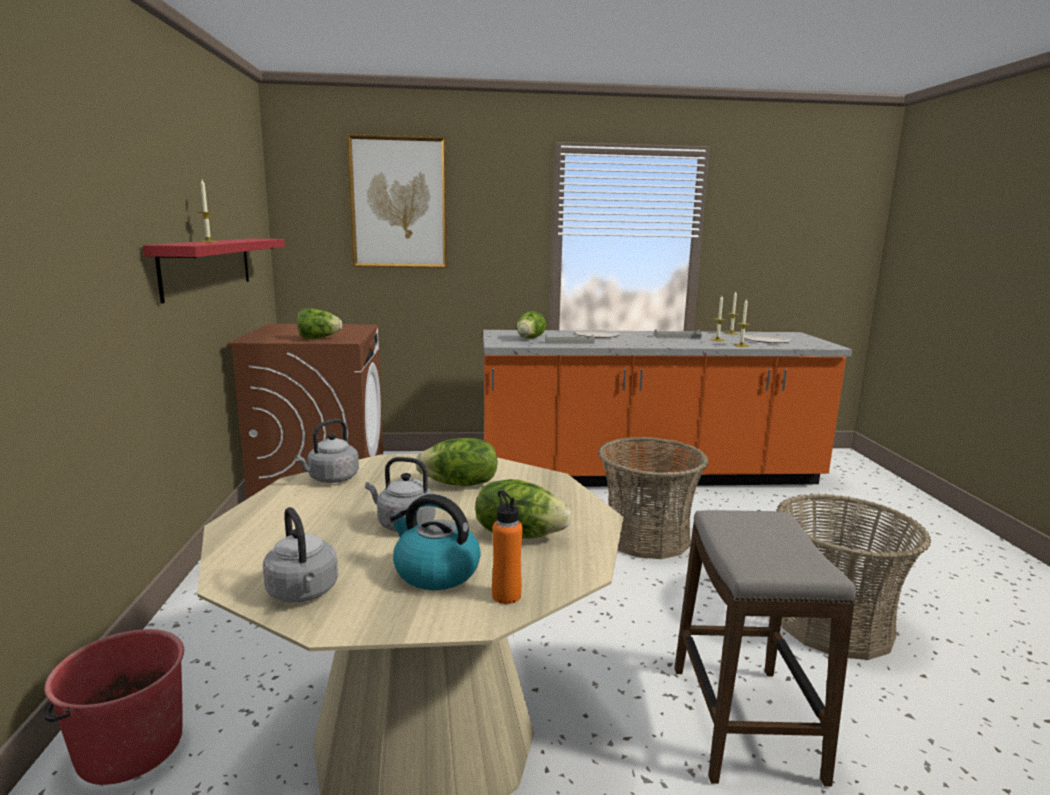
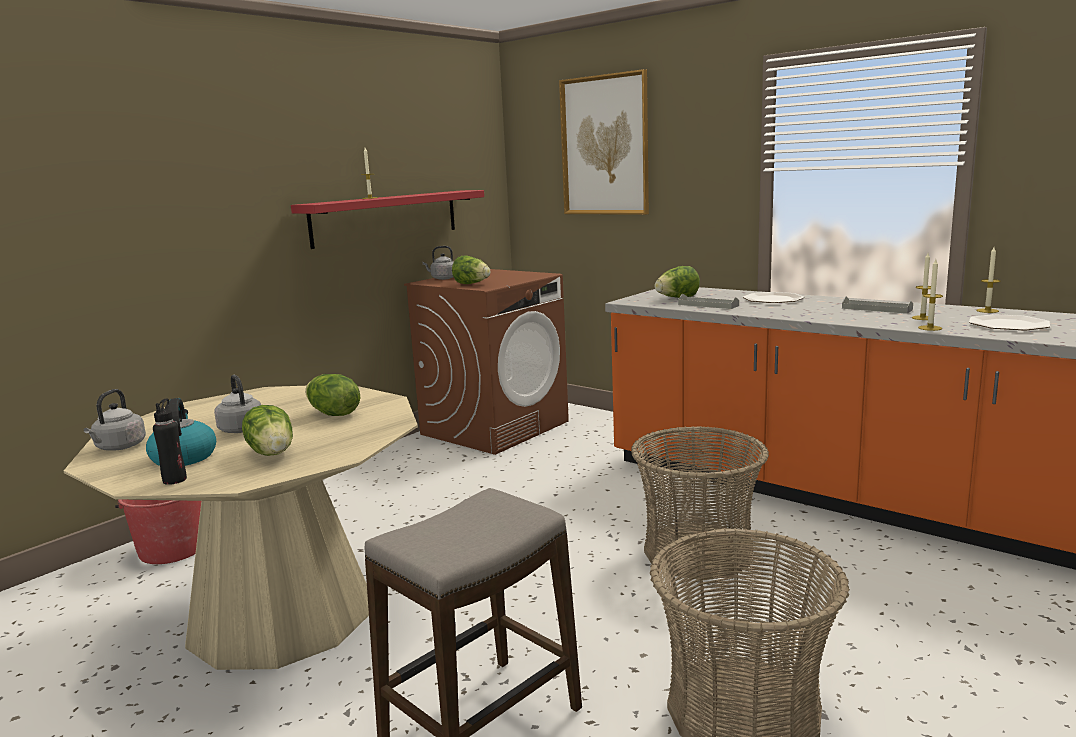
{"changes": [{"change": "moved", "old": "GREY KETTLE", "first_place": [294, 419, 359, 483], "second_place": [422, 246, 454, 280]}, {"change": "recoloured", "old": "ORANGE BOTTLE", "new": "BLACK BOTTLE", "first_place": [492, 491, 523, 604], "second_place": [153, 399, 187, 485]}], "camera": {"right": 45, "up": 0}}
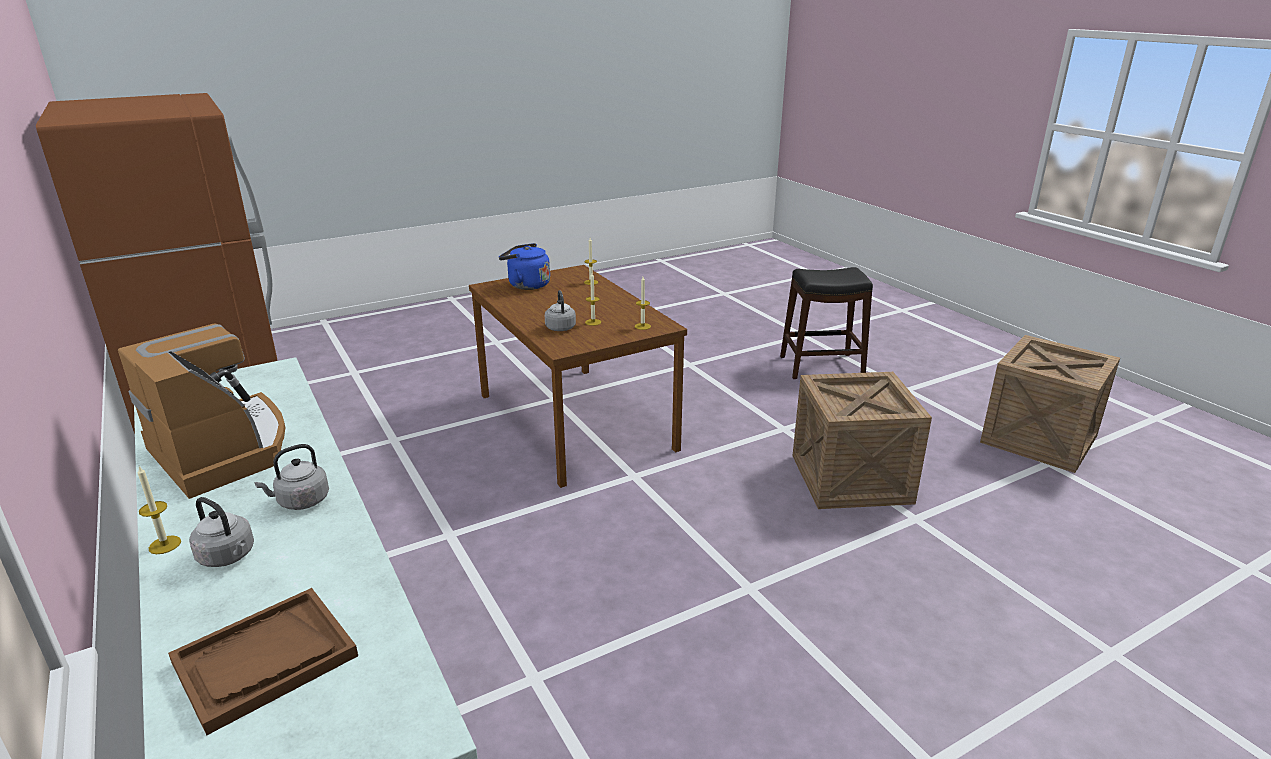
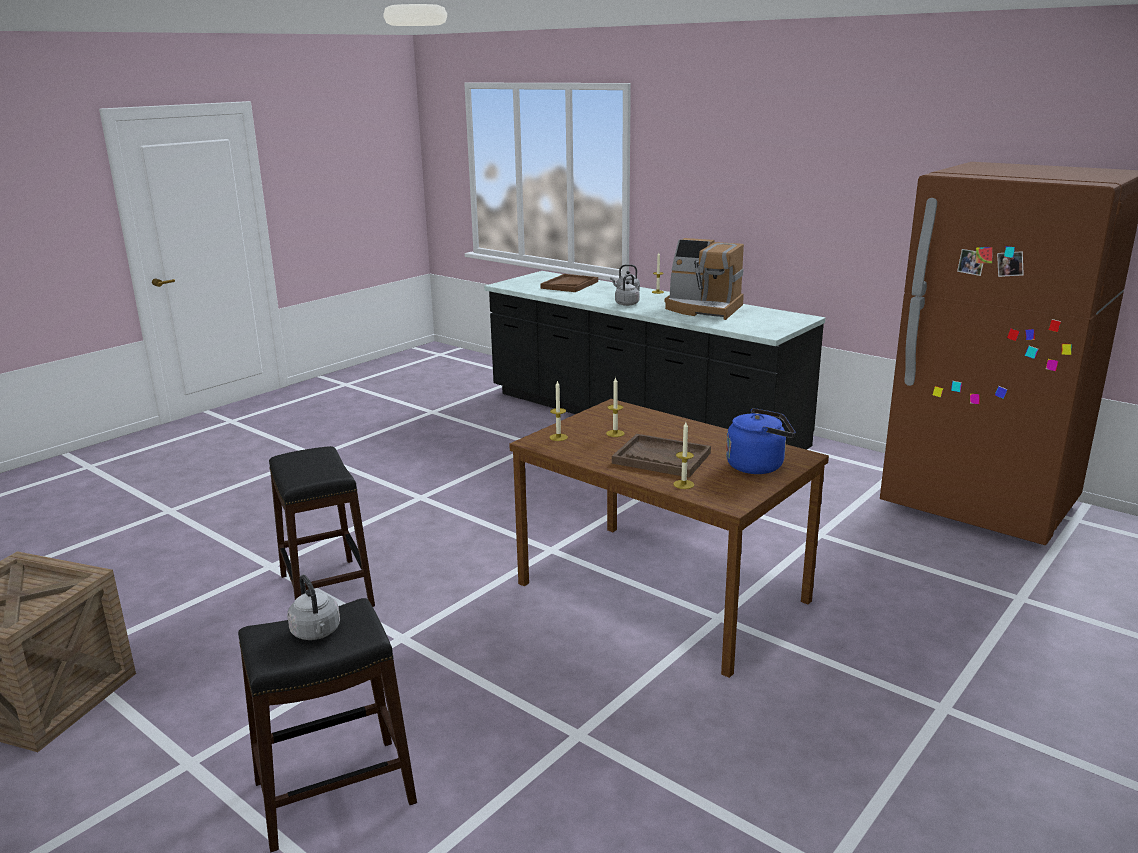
{"changes": [{"change": "moved", "old": "GREY KETTLE", "first_place": [545, 290, 576, 331], "second_place": [287, 575, 340, 640]}, {"change": "replaced", "old": "CRATE", "new": "BLACK STOOL", "first_place": [792, 372, 932, 509], "second_place": [269, 446, 375, 607]}, {"change": "added", "new": "BROWN TRAY", "second_place": [612, 434, 711, 478]}], "camera": {"right": 160, "up": -5}}
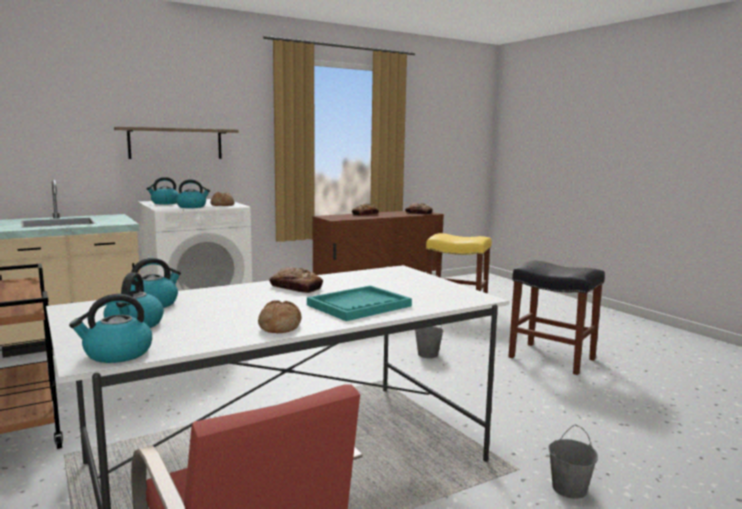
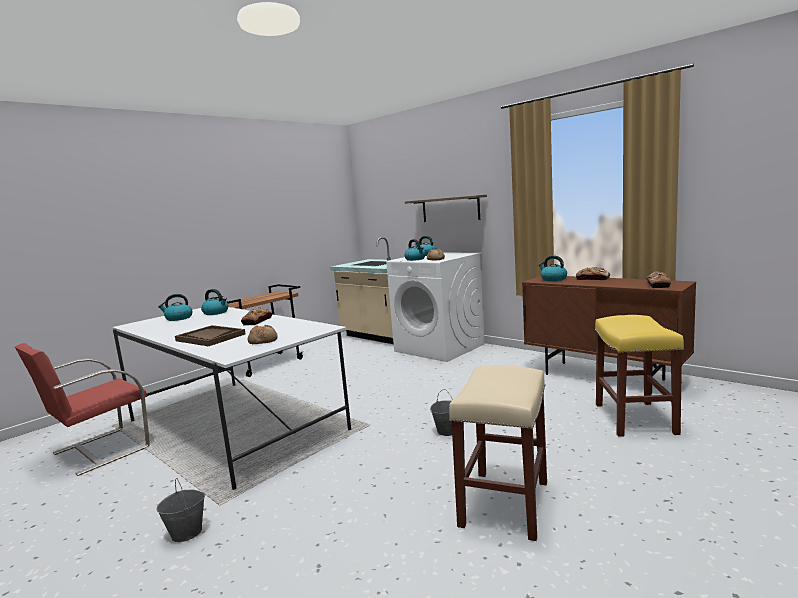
{"changes": [{"change": "moved", "old": "KETTLE", "first_place": [69, 294, 152, 363], "second_place": [539, 256, 567, 281]}, {"change": "moved", "old": "BREAD", "first_place": [258, 300, 301, 333], "second_place": [248, 325, 278, 344]}, {"change": "recoloured", "old": "TURQUOISE TRAY", "new": "BROWN TRAY", "first_place": [307, 285, 412, 321], "second_place": [175, 325, 246, 346]}, {"change": "recoloured", "old": "BLACK STOOL", "new": "BEIGE STOOL", "first_place": [508, 260, 605, 375], "second_place": [449, 365, 547, 541]}], "camera": {"right": 75, "up": 0}}
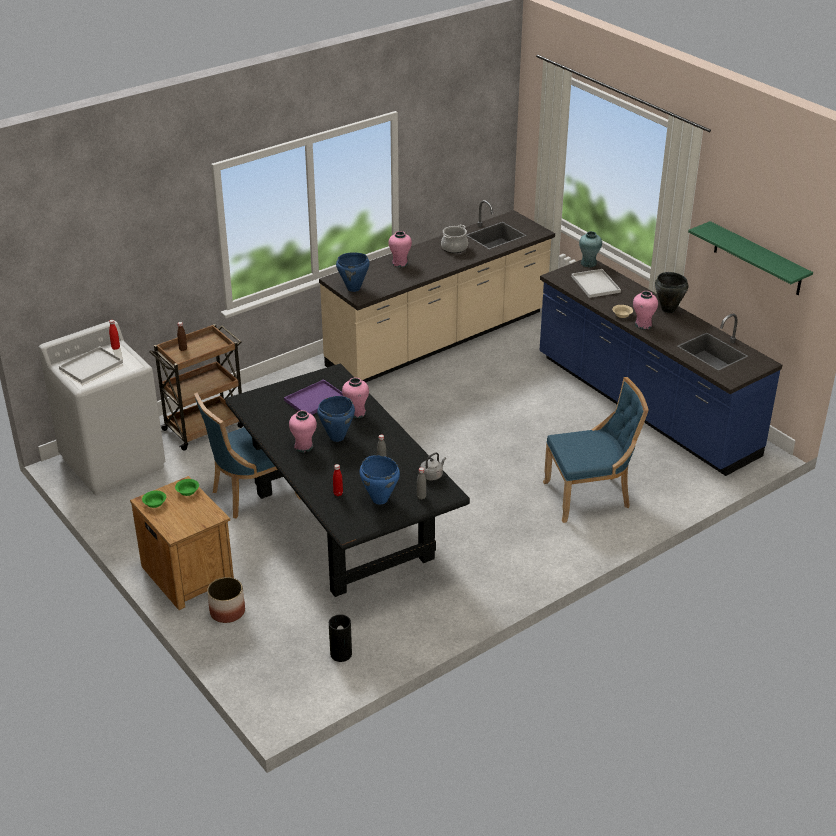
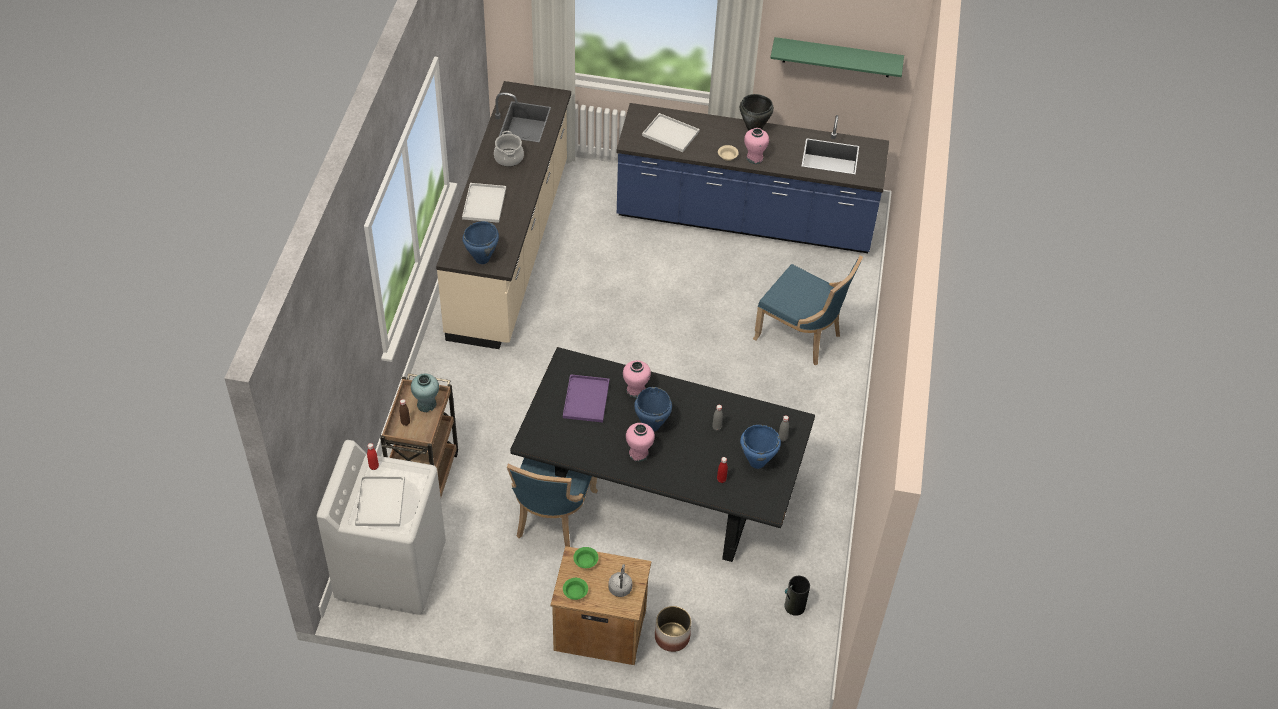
{"changes": [{"change": "replaced", "old": "PINK VASE", "new": "WHITE TRAY", "first_place": [389, 231, 412, 267], "second_place": [462, 183, 506, 223]}, {"change": "moved", "old": "GREY KETTLE", "first_place": [420, 452, 446, 481], "second_place": [608, 564, 632, 597]}, {"change": "turned", "old": "BLUE CHAIR", "first_place": [543, 377, 649, 523], "second_place": [753, 255, 863, 365], "degrees": 90}, {"change": "moved", "old": "TURQUOISE VASE", "first_place": [579, 231, 602, 267], "second_place": [411, 374, 439, 412]}], "camera": {"right": -45, "up": 15}}
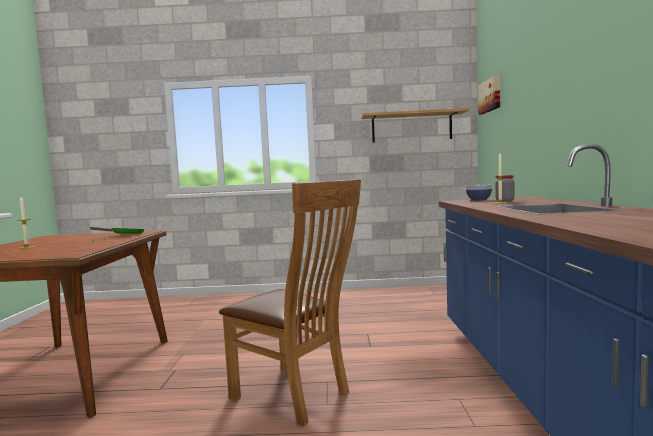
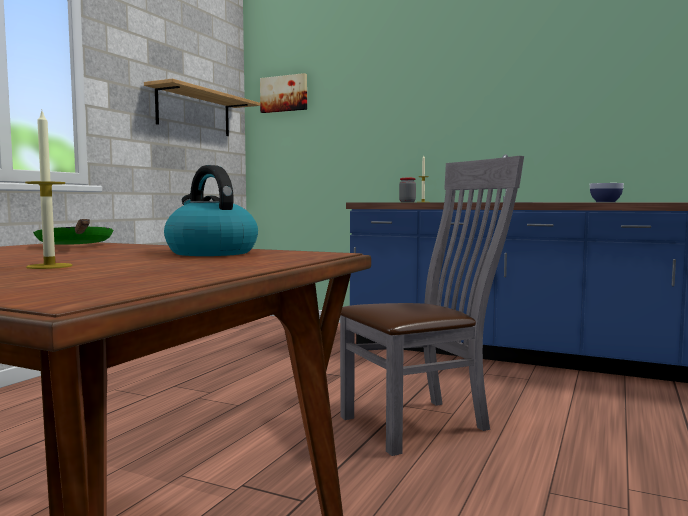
{"changes": [{"change": "recoloured", "old": "BROWN CHAIR", "new": "GREY CHAIR", "first_place": [219, 179, 361, 426], "second_place": [340, 156, 524, 456]}, {"change": "moved", "old": "BOWL", "first_place": [466, 184, 492, 201], "second_place": [590, 183, 624, 202]}, {"change": "added", "new": "KETTLE", "second_place": [164, 165, 258, 256]}], "camera": {"right": -65, "up": 0}}
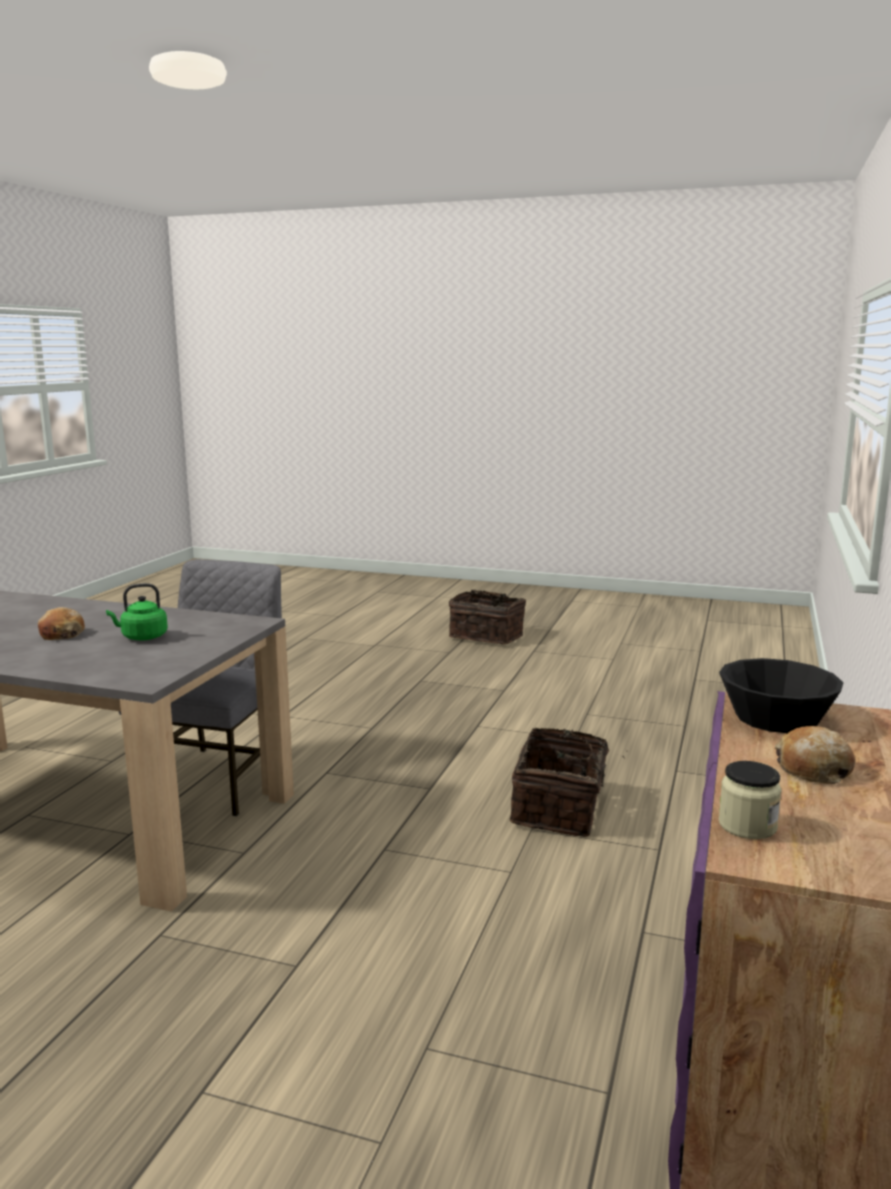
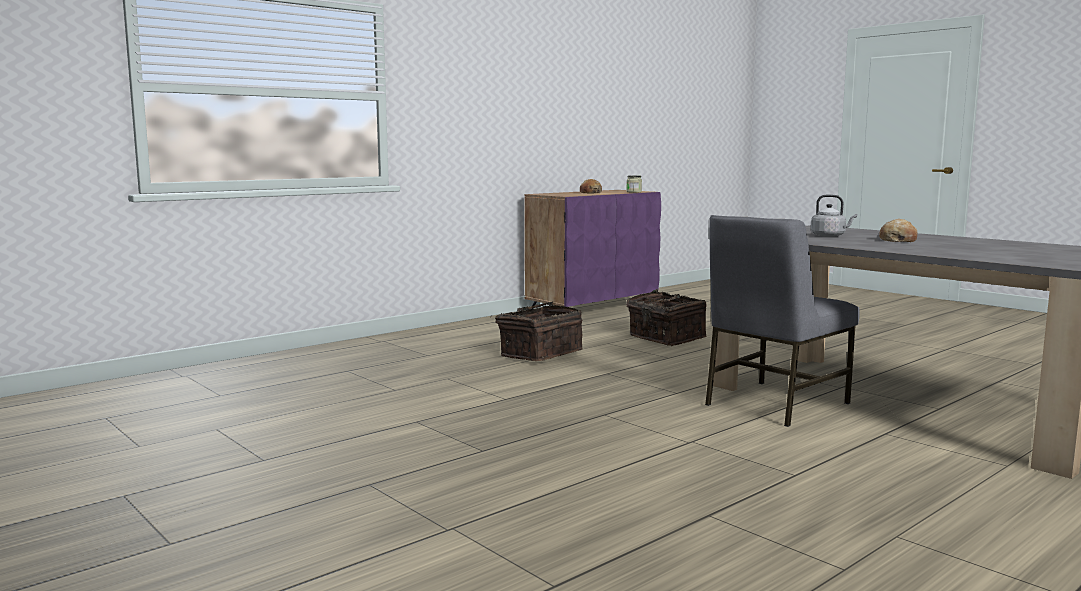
{"changes": [{"change": "recoloured", "old": "GREEN KETTLE", "new": "GREY KETTLE", "first_place": [106, 583, 168, 641], "second_place": [811, 194, 857, 237]}, {"change": "moved", "old": "BASKET", "first_place": [448, 590, 526, 644], "second_place": [626, 289, 707, 346]}, {"change": "removed", "old": "BLACK BOWL", "first_place": [719, 658, 843, 733]}], "camera": {"right": -150, "up": -5}}
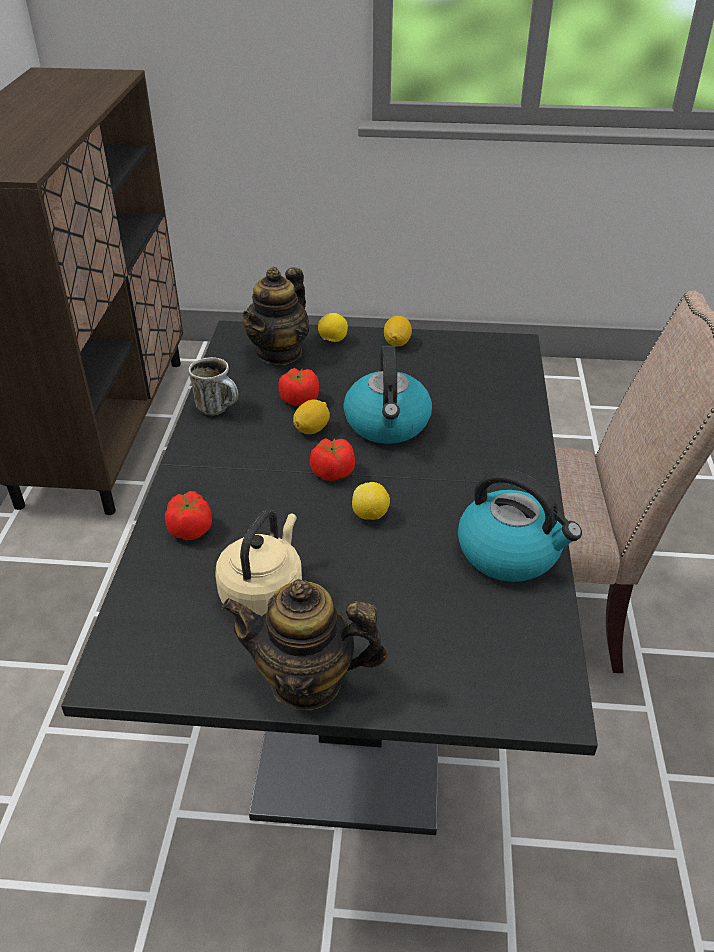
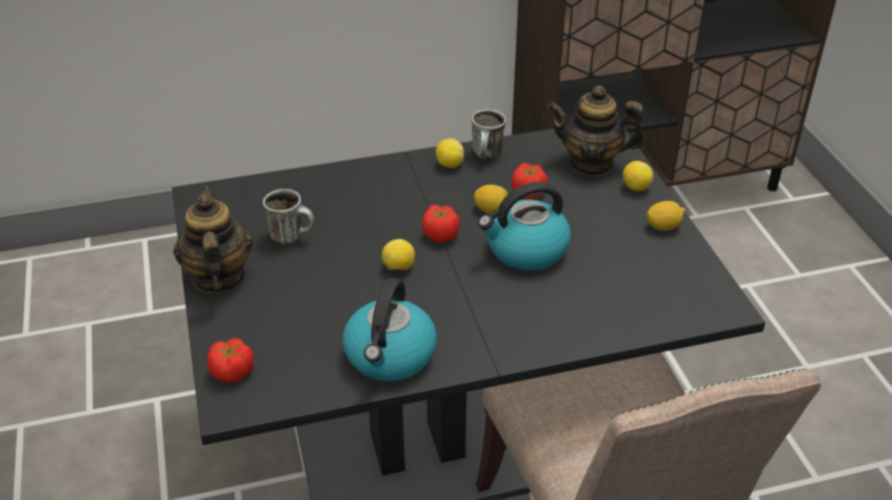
{"changes": [{"change": "moved", "old": "TOMATO", "first_place": [165, 491, 212, 540], "second_place": [207, 338, 254, 383]}, {"change": "replaced", "old": "BEIGE KETTLE", "new": "MUG", "first_place": [215, 509, 302, 616], "second_place": [263, 189, 314, 245]}, {"change": "added", "new": "LEMON", "second_place": [436, 138, 464, 168]}], "camera": {"right": 70, "up": 0}}
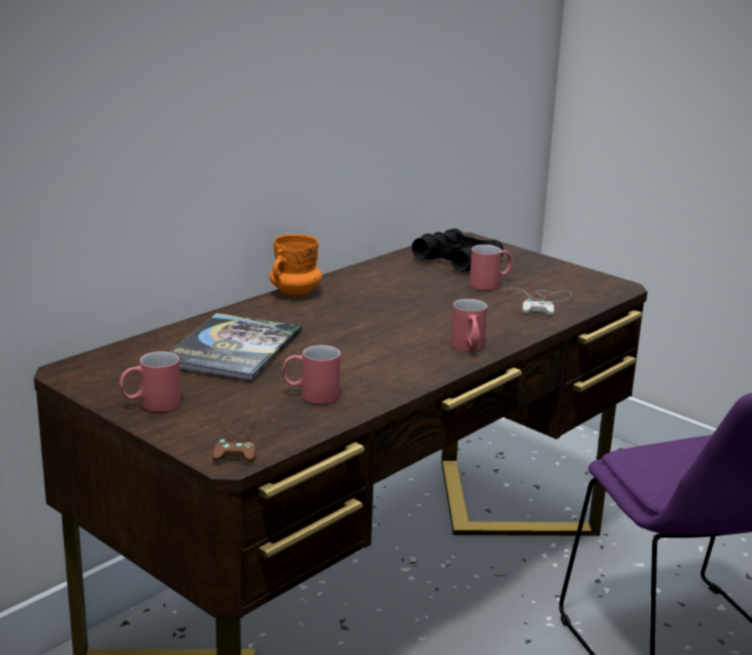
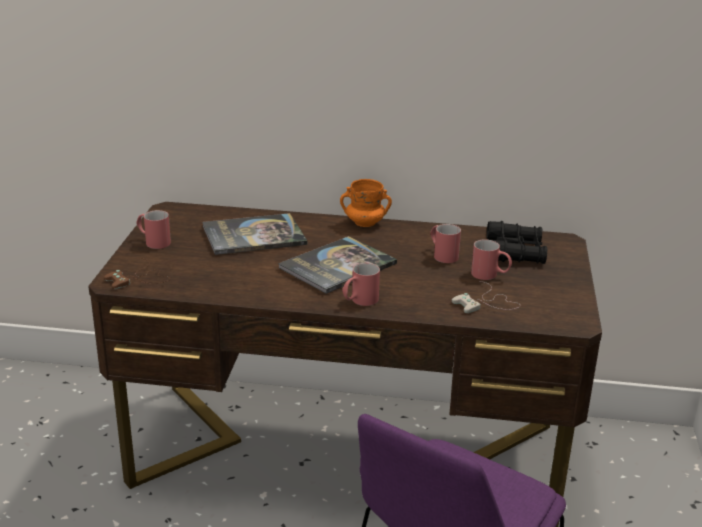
{"changes": [{"change": "moved", "old": "RED MUG", "first_place": [282, 345, 341, 404], "second_place": [430, 224, 461, 263]}, {"change": "added", "new": "BOOK", "second_place": [278, 236, 397, 294]}], "camera": {"right": 55, "up": 5}}
